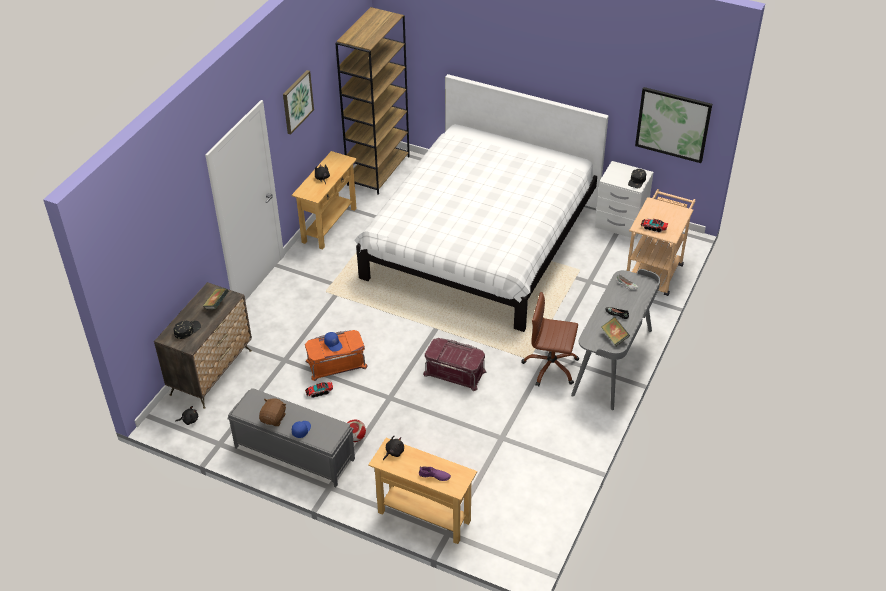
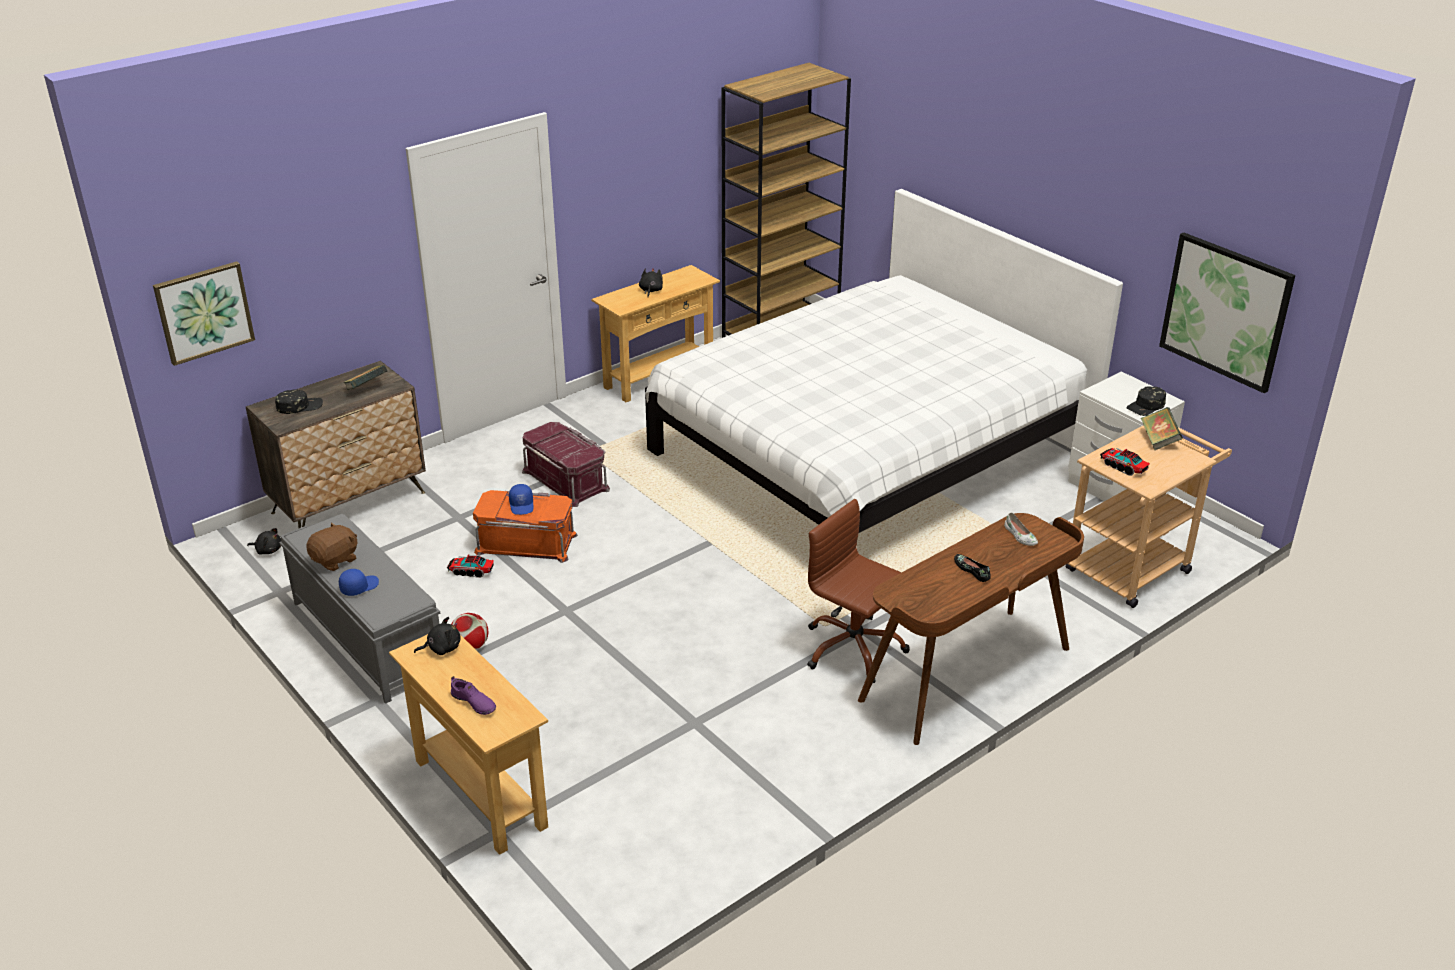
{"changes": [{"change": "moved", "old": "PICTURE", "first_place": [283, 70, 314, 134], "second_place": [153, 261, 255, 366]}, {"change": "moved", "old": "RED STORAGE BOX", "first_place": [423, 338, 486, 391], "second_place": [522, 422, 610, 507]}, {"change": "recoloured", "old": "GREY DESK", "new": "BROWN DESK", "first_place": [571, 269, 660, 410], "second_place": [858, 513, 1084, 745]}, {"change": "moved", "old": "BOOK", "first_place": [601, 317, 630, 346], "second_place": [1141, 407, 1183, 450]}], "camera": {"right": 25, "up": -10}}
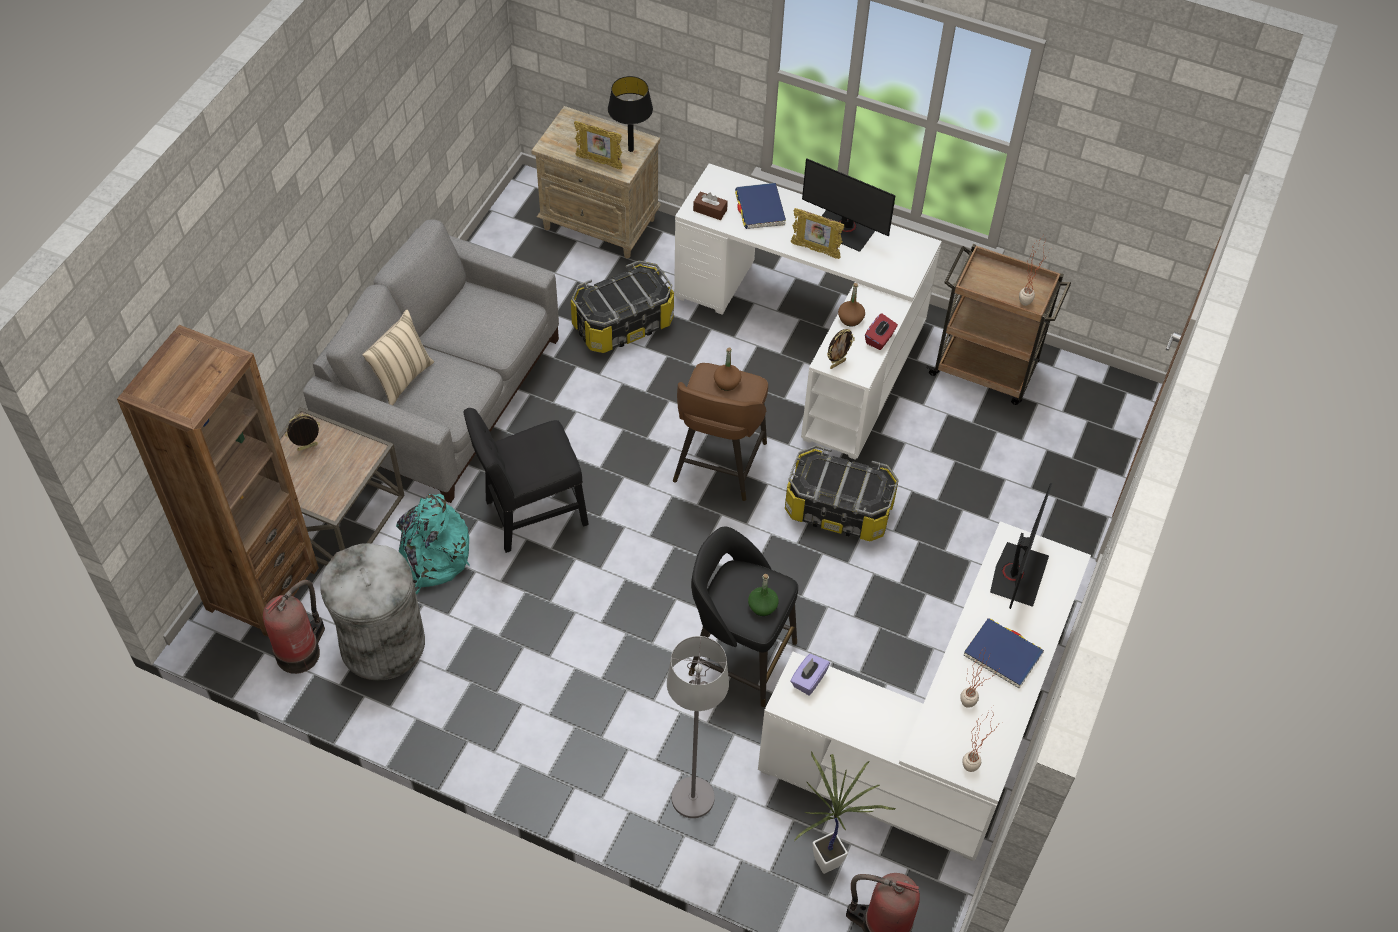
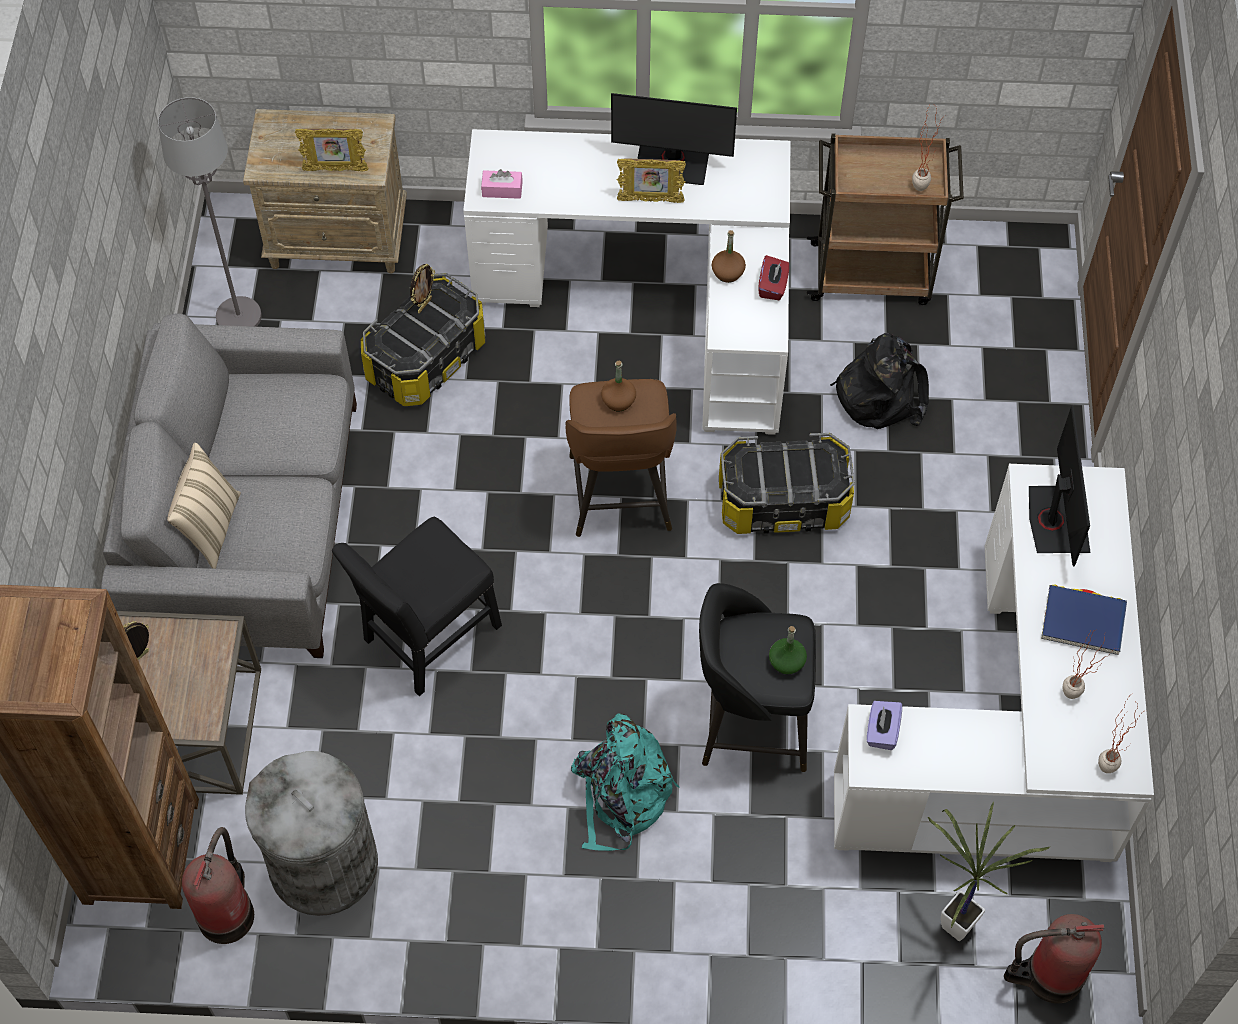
{"changes": [{"change": "moved", "old": "TURQUOISE BACKPACK", "first_place": [396, 494, 470, 594], "second_place": [571, 713, 680, 851]}, {"change": "removed", "old": "BLACK TABLE LAMP", "first_place": [608, 76, 653, 152]}, {"change": "moved", "old": "GREY FLOOR LAMP", "first_place": [667, 636, 729, 818], "second_place": [158, 97, 262, 327]}, {"change": "recoloured", "old": "BROWN TISSUE BOX", "new": "PINK TISSUE BOX", "first_place": [693, 192, 728, 220], "second_place": [481, 169, 523, 199]}, {"change": "removed", "old": "BLUE BOOK", "first_place": [735, 183, 786, 229]}, {"change": "moved", "old": "PICTURE FRAME", "first_place": [827, 329, 855, 369], "second_place": [410, 263, 435, 313]}, {"change": "added", "new": "BLACK BACKPACK", "second_place": [830, 333, 929, 429]}], "camera": {"right": -20, "up": 5}}
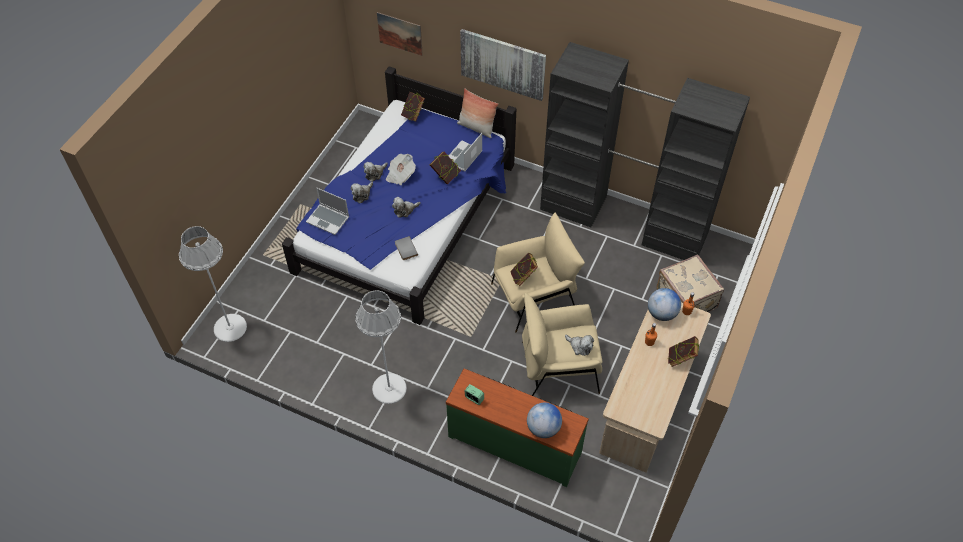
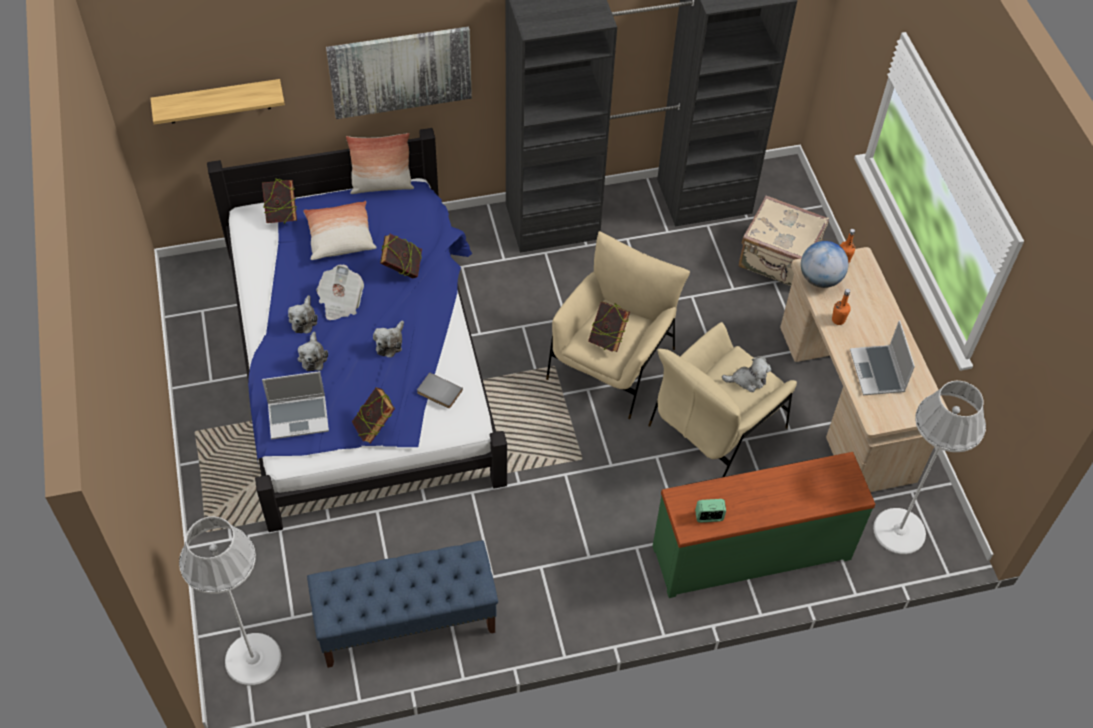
{"changes": [{"change": "moved", "old": "WHITE FLOOR LAMP", "first_place": [355, 290, 407, 404], "second_place": [873, 381, 986, 554]}, {"change": "replaced", "old": "PICTURE", "new": "SHELF", "first_place": [377, 12, 423, 56], "second_place": [150, 79, 285, 125]}, {"change": "moved", "old": "LAPTOP", "first_place": [449, 133, 482, 172], "second_place": [850, 320, 915, 395]}, {"change": "removed", "old": "GLOBE", "first_place": [527, 403, 562, 438]}, {"change": "moved", "old": "BOOK", "first_place": [668, 336, 699, 367], "second_place": [352, 387, 395, 443]}, {"change": "added", "new": "PILLOW", "second_place": [303, 201, 377, 260]}, {"change": "added", "new": "BLUE BENCH", "second_place": [307, 540, 498, 668]}], "camera": {"right": -40, "up": 0}}
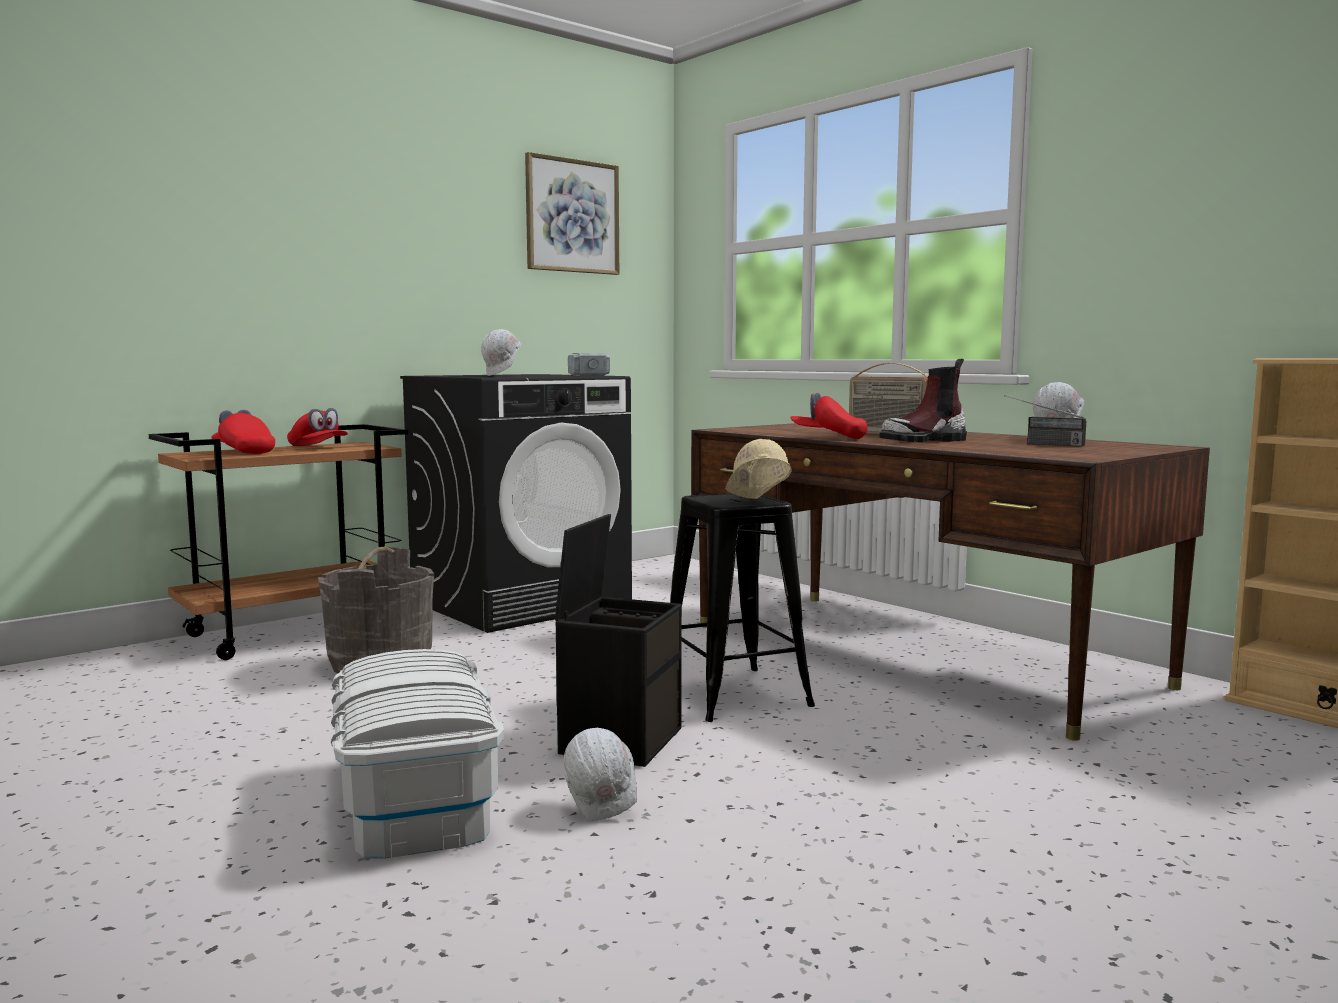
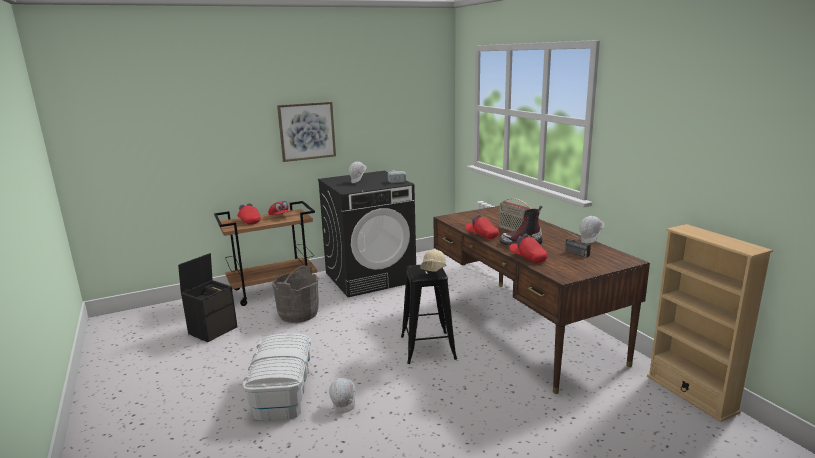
{"changes": [{"change": "moved", "old": "PICTURE", "first_place": [525, 152, 619, 275], "second_place": [277, 102, 336, 162]}, {"change": "moved", "old": "BLACK STORAGE BOX", "first_place": [555, 514, 682, 767], "second_place": [178, 253, 237, 342]}, {"change": "added", "new": "RED CAP", "second_place": [509, 234, 548, 263]}], "camera": {"right": 15, "up": 10}}
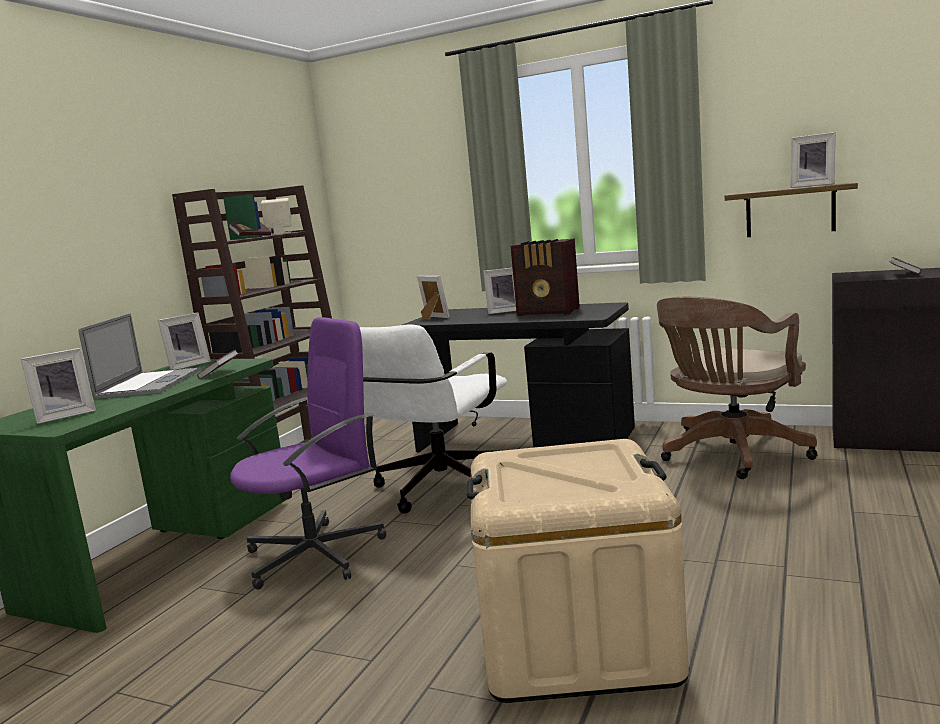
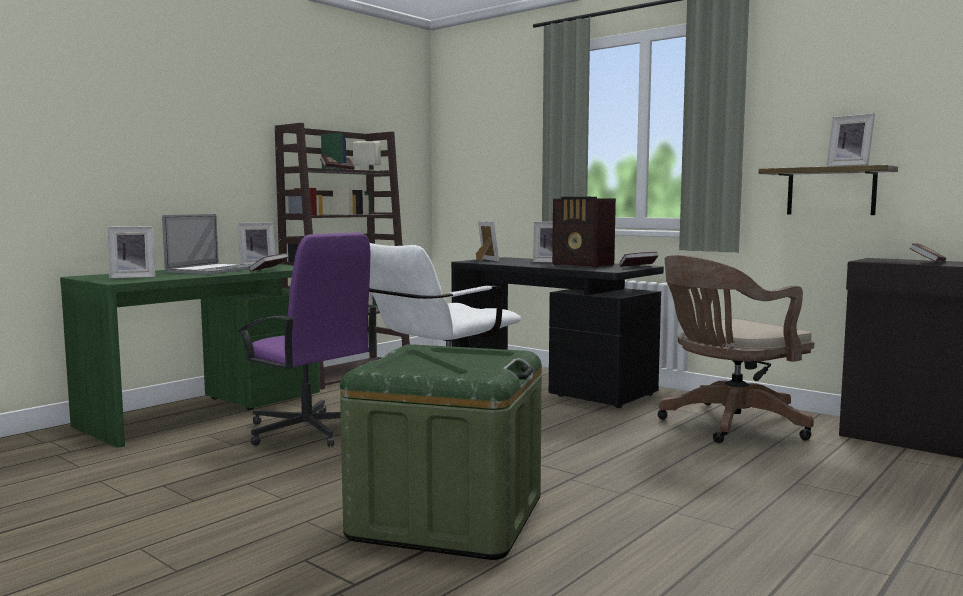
{"changes": [{"change": "turned", "old": "PURPLE OFFICE CHAIR", "first_place": [230, 317, 386, 589], "second_place": [237, 233, 377, 447], "degrees": 60}, {"change": "recoloured", "old": "BEIGE STORAGE BOX", "new": "GREEN STORAGE BOX", "first_place": [466, 439, 689, 703], "second_place": [340, 344, 542, 560]}, {"change": "added", "new": "BOOK", "second_place": [619, 252, 658, 267]}], "camera": {"right": 15, "up": -5}}
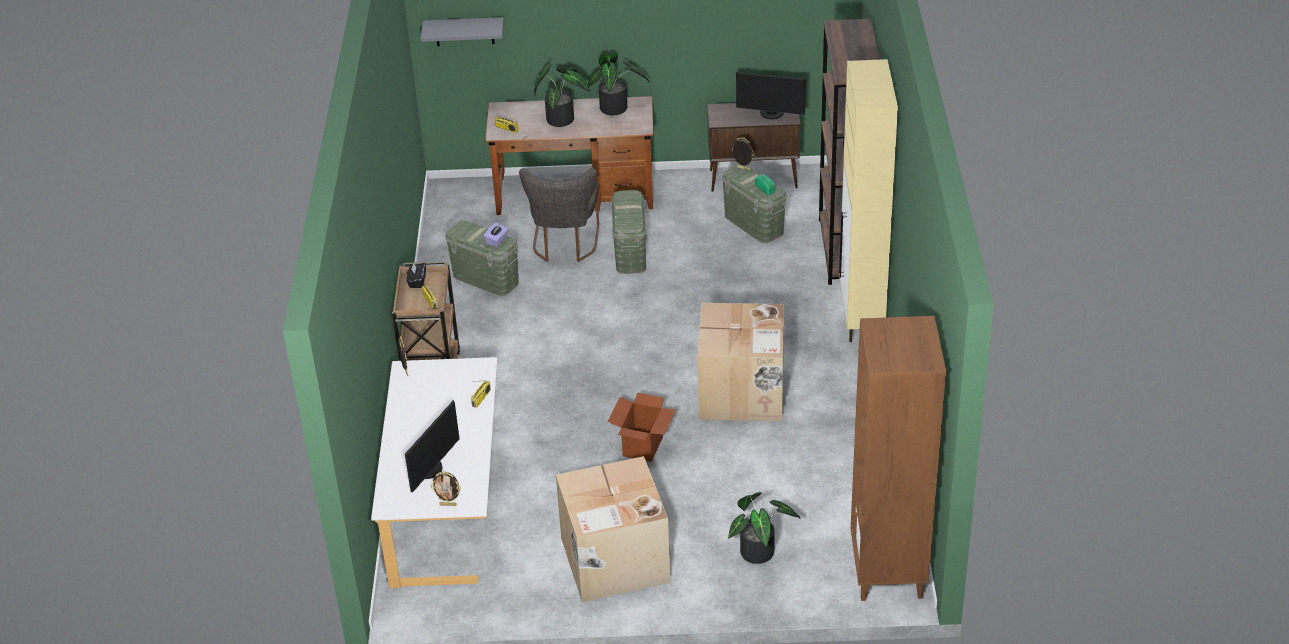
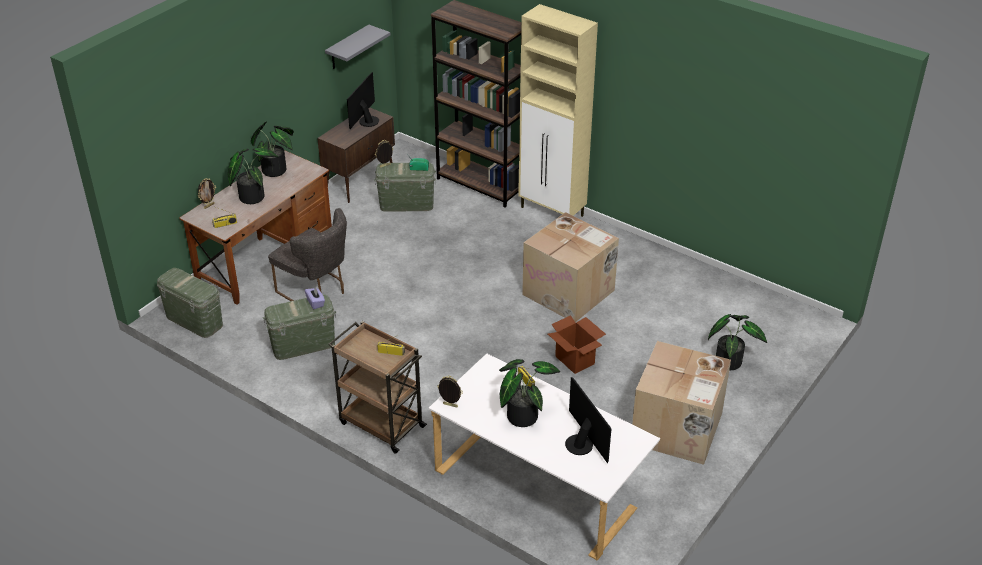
{"changes": [{"change": "removed", "old": "BLACK TISSUE BOX", "first_place": [407, 263, 426, 288]}, {"change": "moved", "old": "GREY SHELF", "first_place": [420, 17, 504, 46], "second_place": [325, 25, 390, 69]}, {"change": "moved", "old": "PICTURE FRAME", "first_place": [431, 471, 461, 506], "second_place": [198, 178, 216, 209]}, {"change": "moved", "old": "GREEN STORAGE BOX", "first_place": [611, 190, 647, 274], "second_place": [157, 268, 223, 338]}, {"change": "turned", "old": "MONITOR", "first_place": [736, 72, 806, 119], "second_place": [347, 72, 379, 129], "degrees": 150}, {"change": "removed", "old": "BROWN BOOKCASE", "first_place": [851, 316, 946, 601]}, {"change": "added", "new": "POTTED PLANT", "second_place": [499, 359, 560, 427]}], "camera": {"right": -55, "up": 0}}
